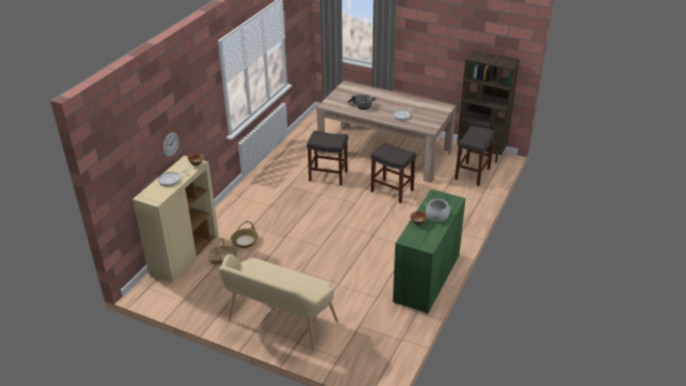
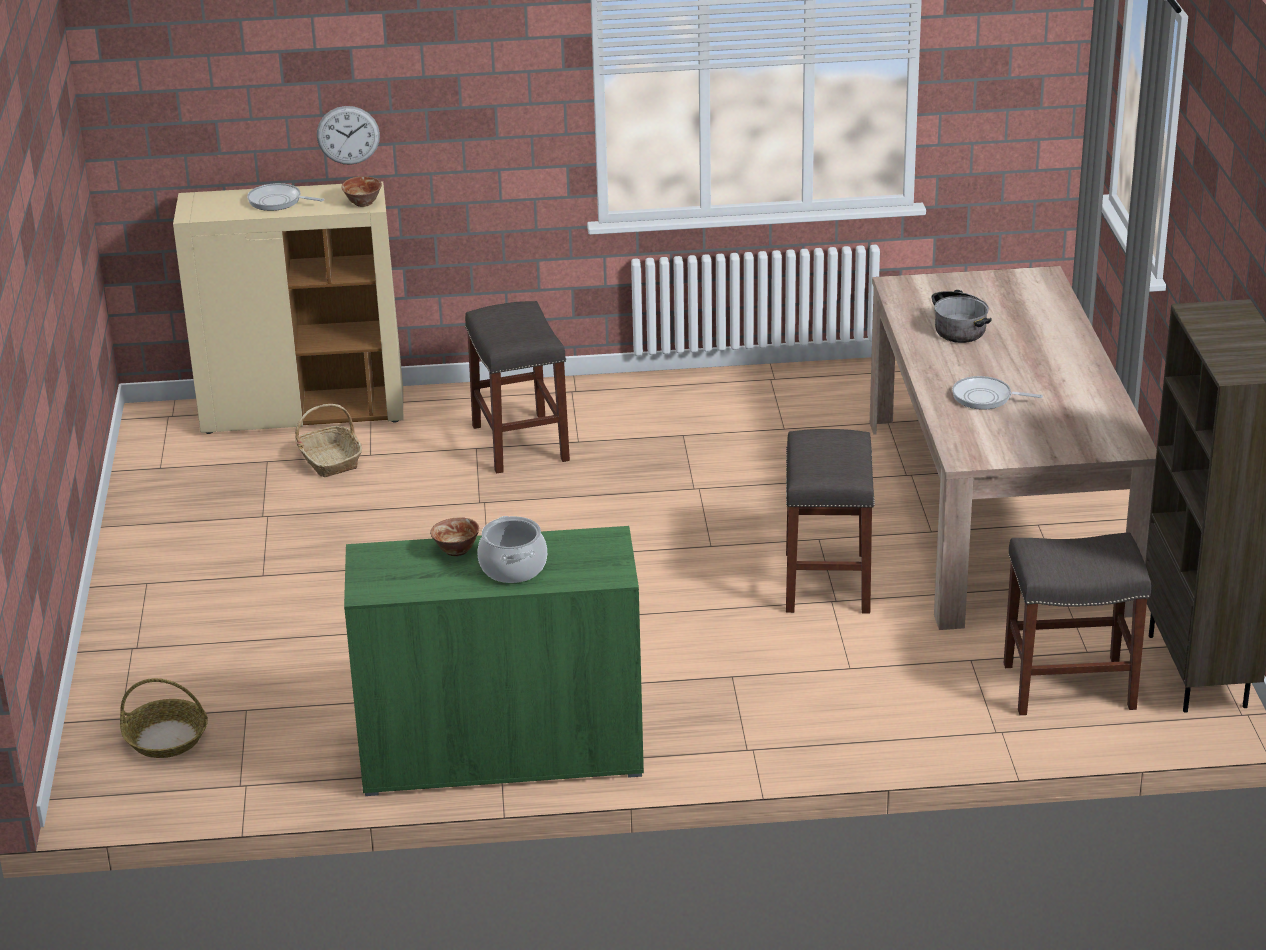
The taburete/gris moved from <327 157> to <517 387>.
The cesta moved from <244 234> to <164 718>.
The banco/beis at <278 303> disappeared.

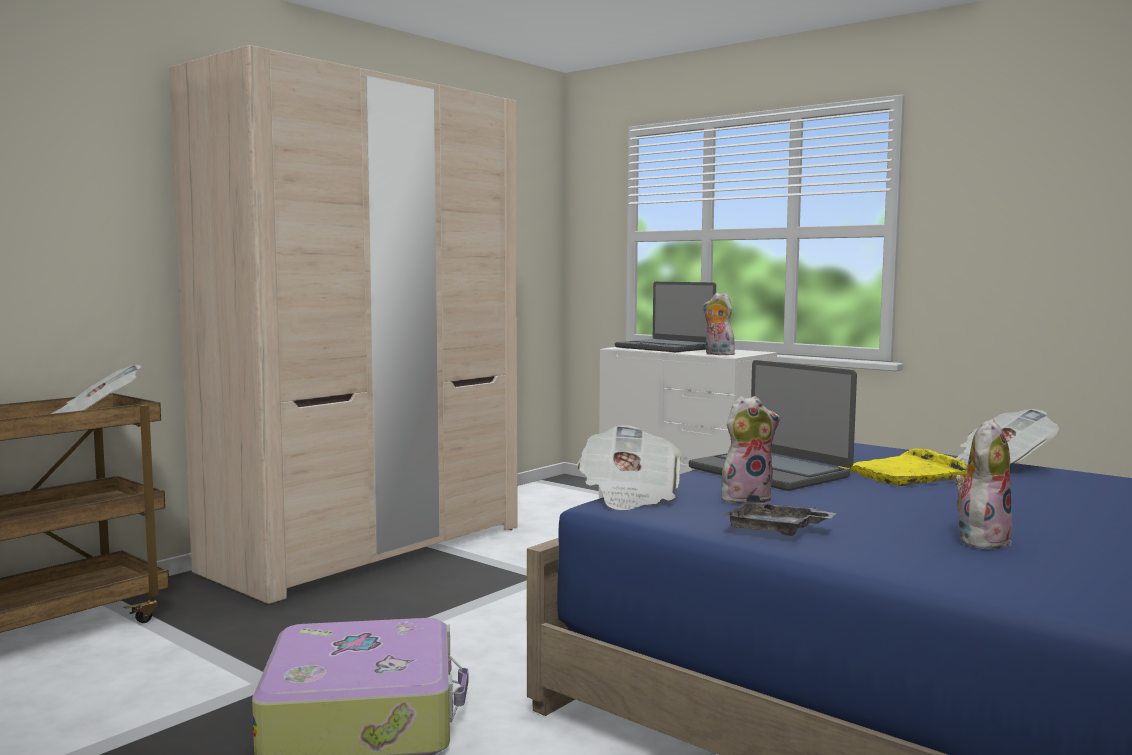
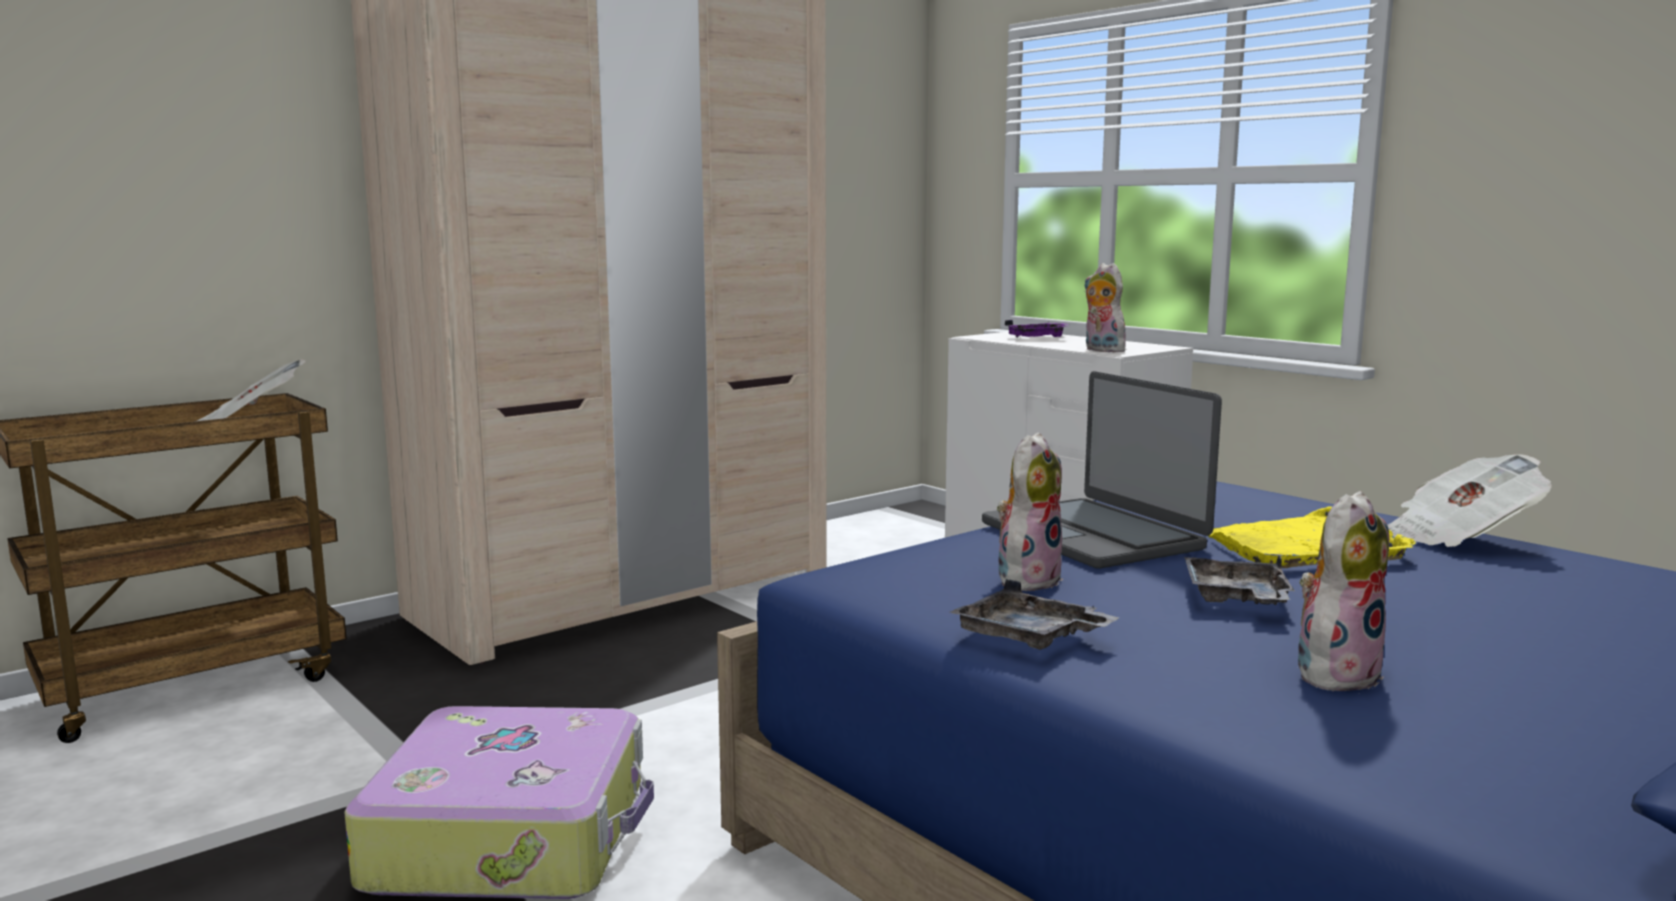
The portátil at <665 317> was replaced by the bandeja/morado at <1037 329>.
The peluche at <750 450> turned 45 degrees counterclockwise.
The periódico at <629 467> disappeared.
The bandeja/gris at <1239 580> appeared.

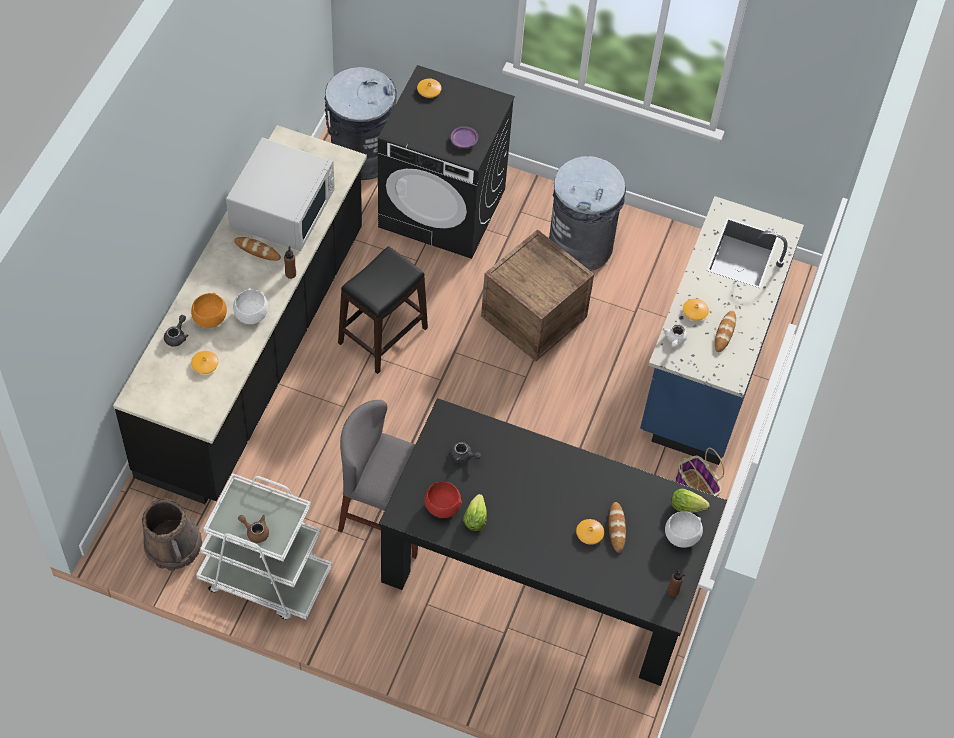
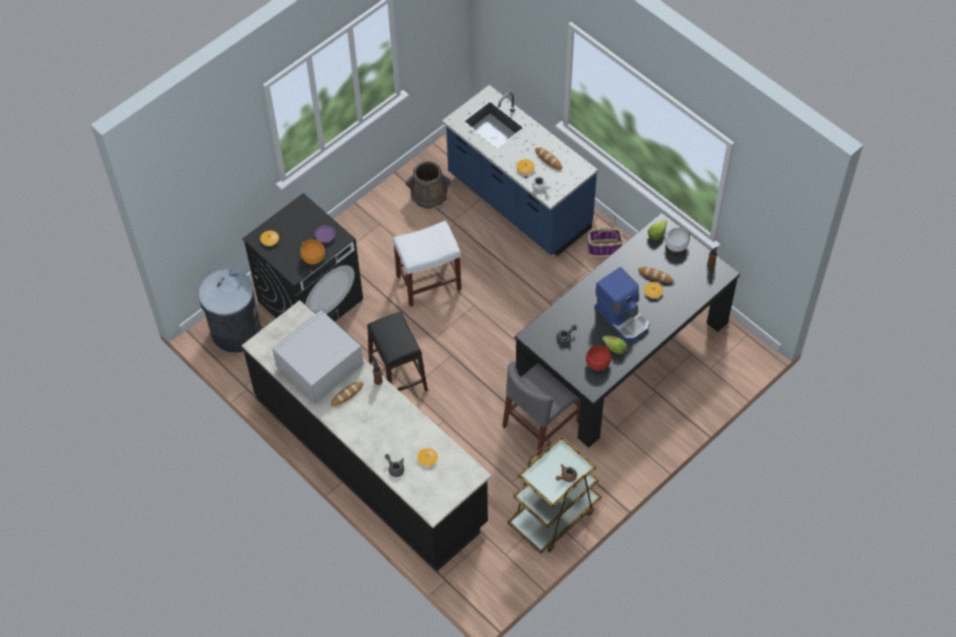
The microondas/blanco at <280 194> turned 90 degrees counterclockwise.
The papelera/gris at <587 213> disappeared.
The caja de embalaje at <537 295> was replaced by the taburete/blanco at <427 264>.
The cuenco/blanco at <250 306> disappeared.
The cuenco/naranja moved from <209 310> to <312 252>.
The carrito/blanco at <264 546> became the carrito/marrón at <554 494>.
The cubo/marrón moved from <172 534> to <428 185>.
The cafetera at <622 304> appeared.

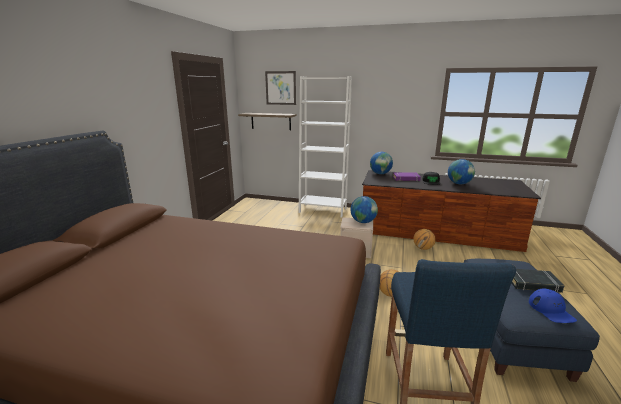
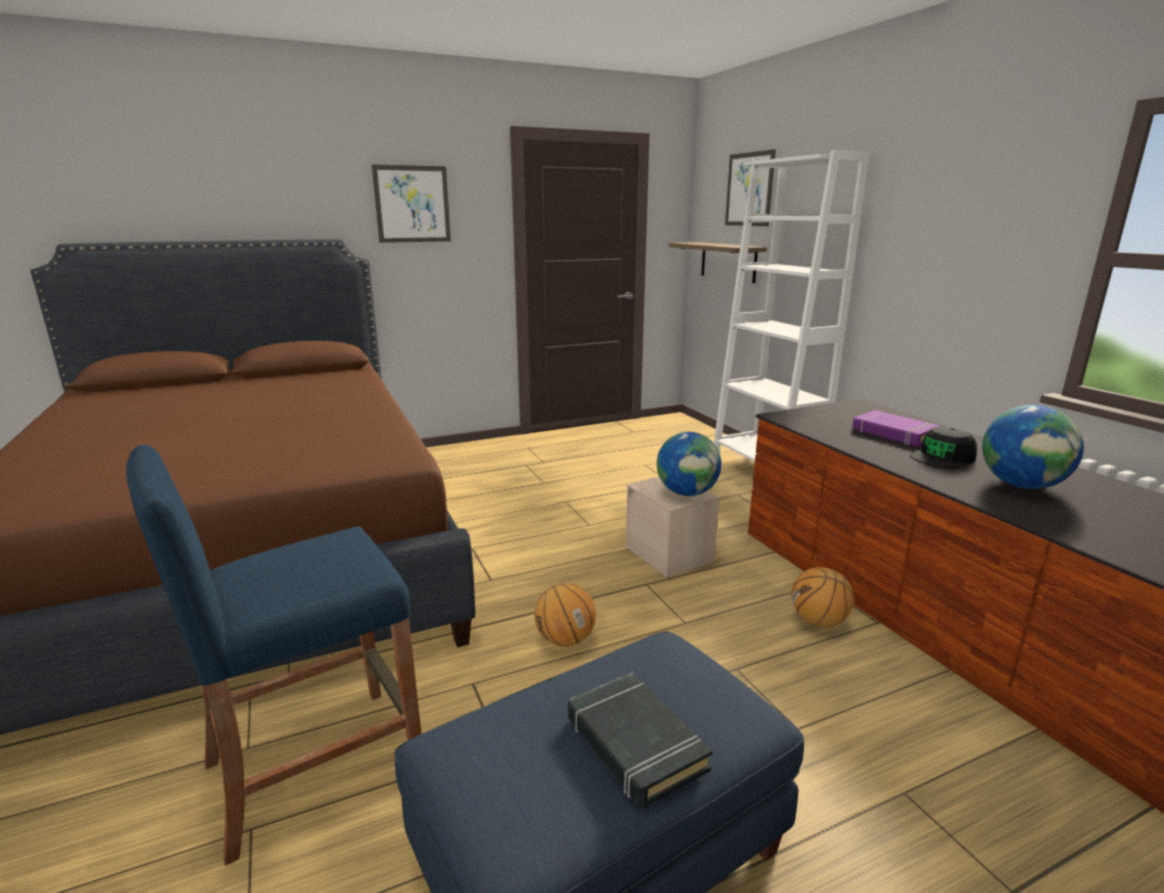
The globo terráqueo at <381 163> disappeared.
The gorra/azul at <553 306> disappeared.
The cuadro at <411 203> appeared.

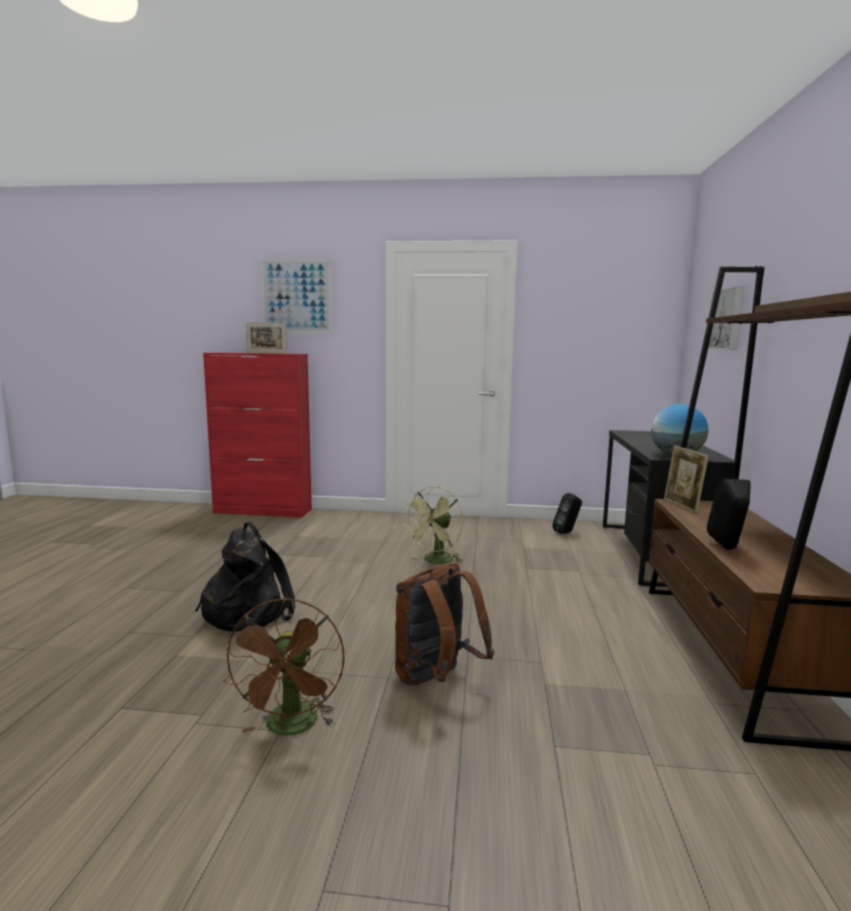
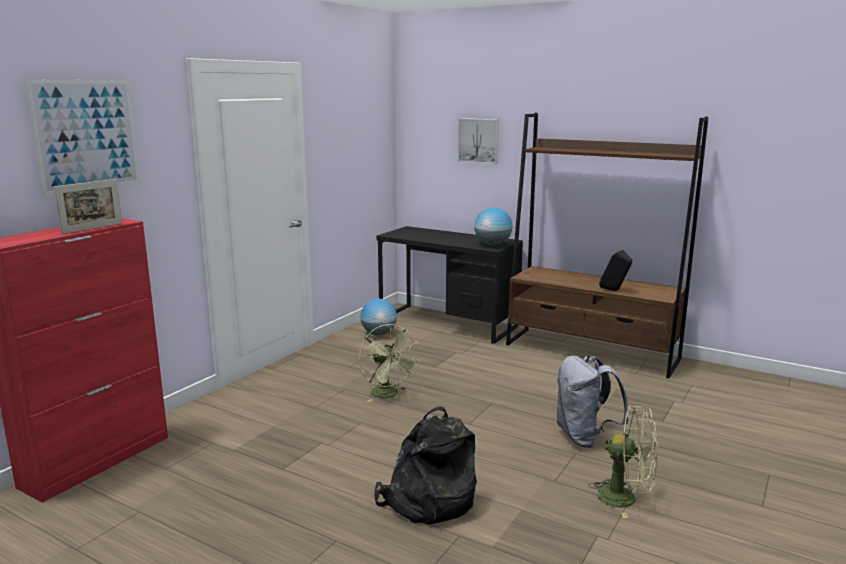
The portarretratos at <686 479> disappeared.
The altavoz/negro at <567 513> was replaced by the globo terráqueo at <378 317>.
The mochila/marrón at <444 624> became the mochila/gris at <592 401>.
The ventilador/marrón at <284 667> became the ventilador/verde at <623 461>.

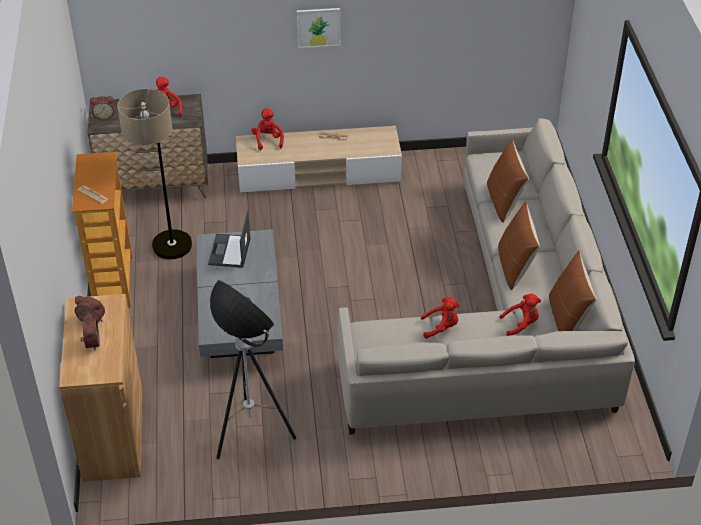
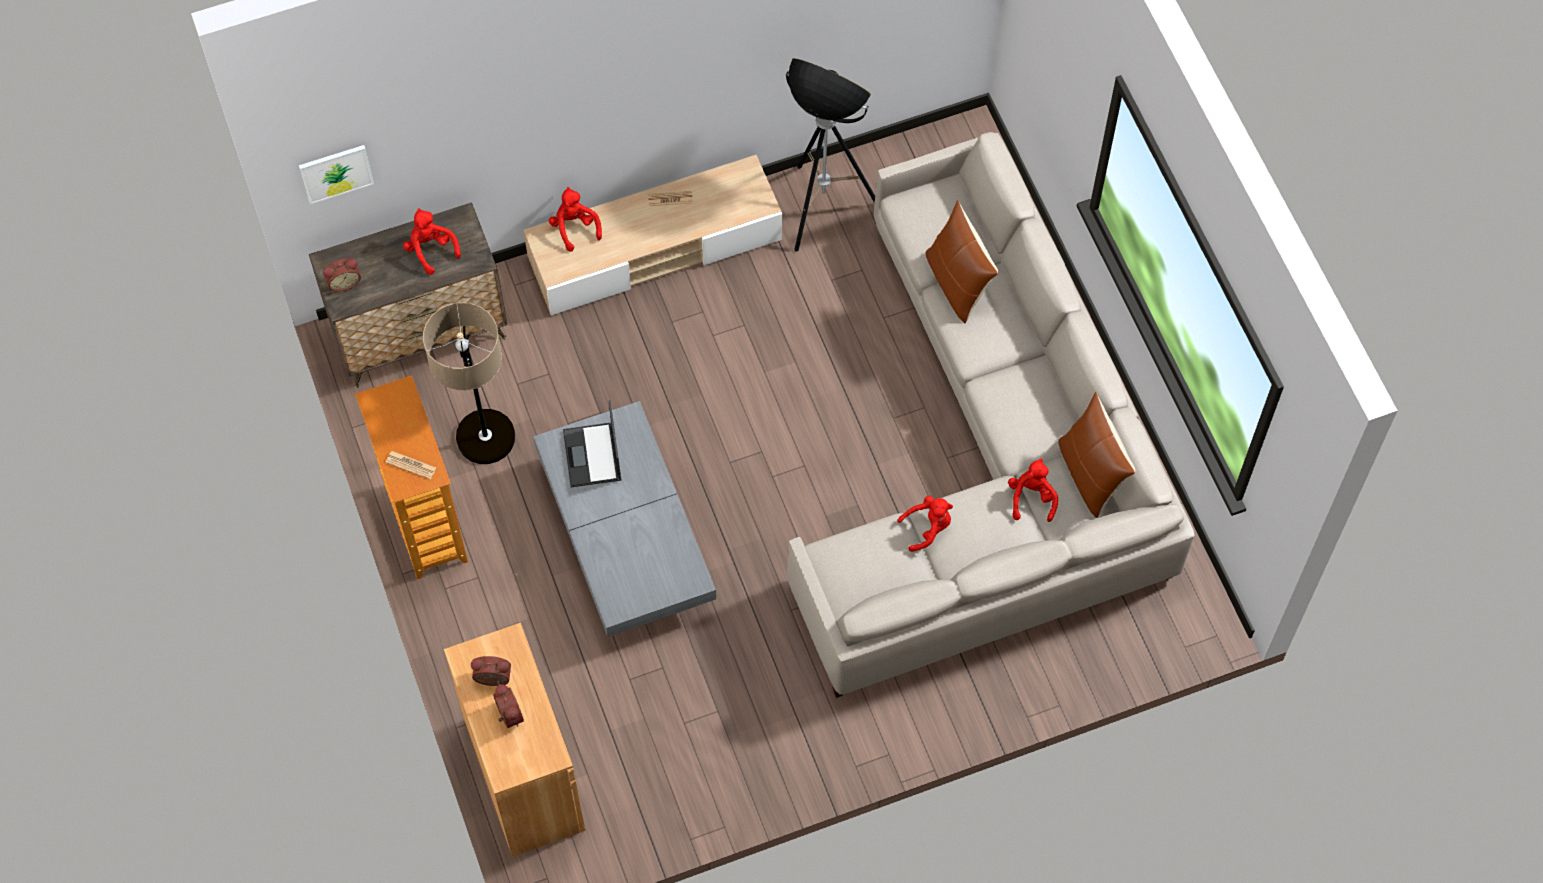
The cuadro moved from <318 28> to <336 174>.
The cojín/marrón at <519 245> disappeared.
The lámpara de pie moved from <253 369> to <830 155>.
The peluche/rojo at <520 315> turned 60 degrees counterclockwise.

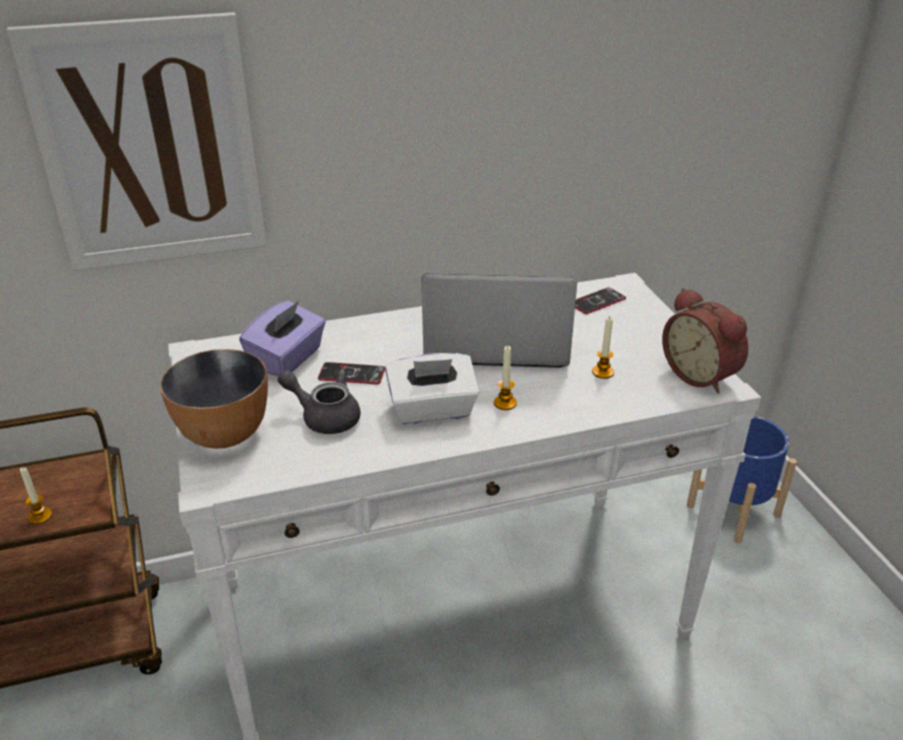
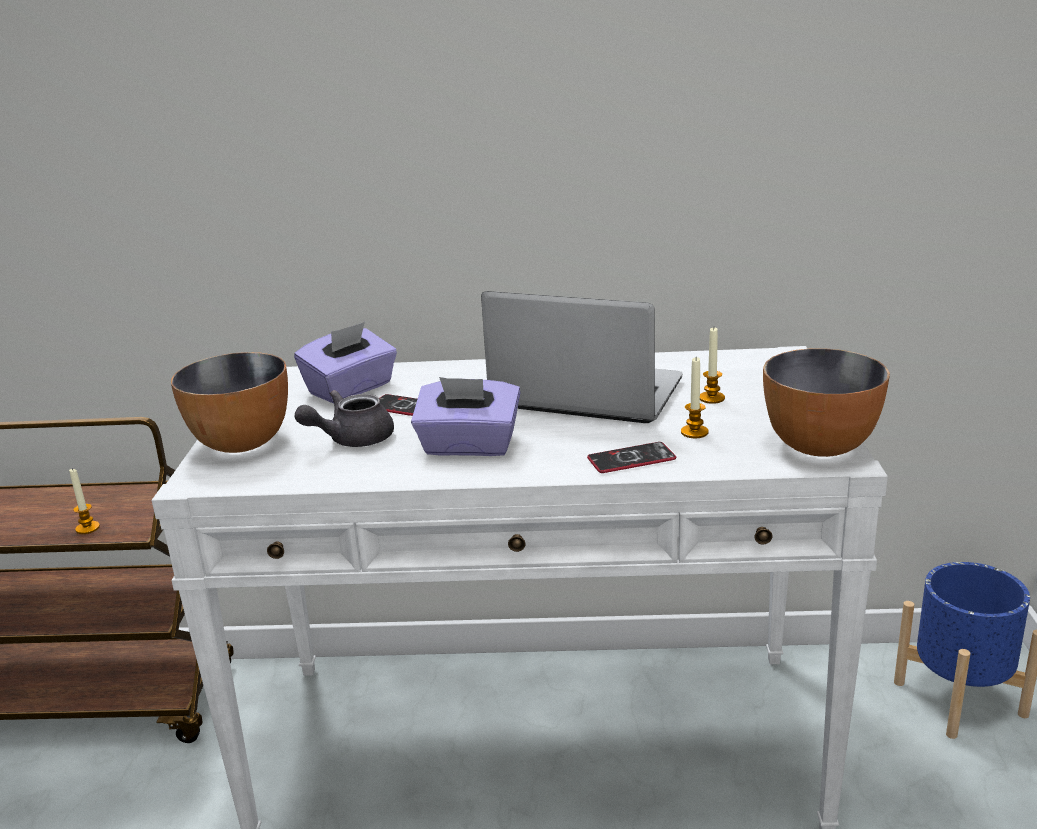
The cuadro at <136 141> disappeared.
The móvil moved from <600 300> to <631 457>.
The despertador at <705 341> was replaced by the cuenco at <826 402>.
The vela moved from <505 378> to <712 365>.
The caja de pañuelos/blanco at <432 389> became the caja de pañuelos/morado at <466 416>.
The tetera/gris at <319 402> turned 75 degrees counterclockwise.

